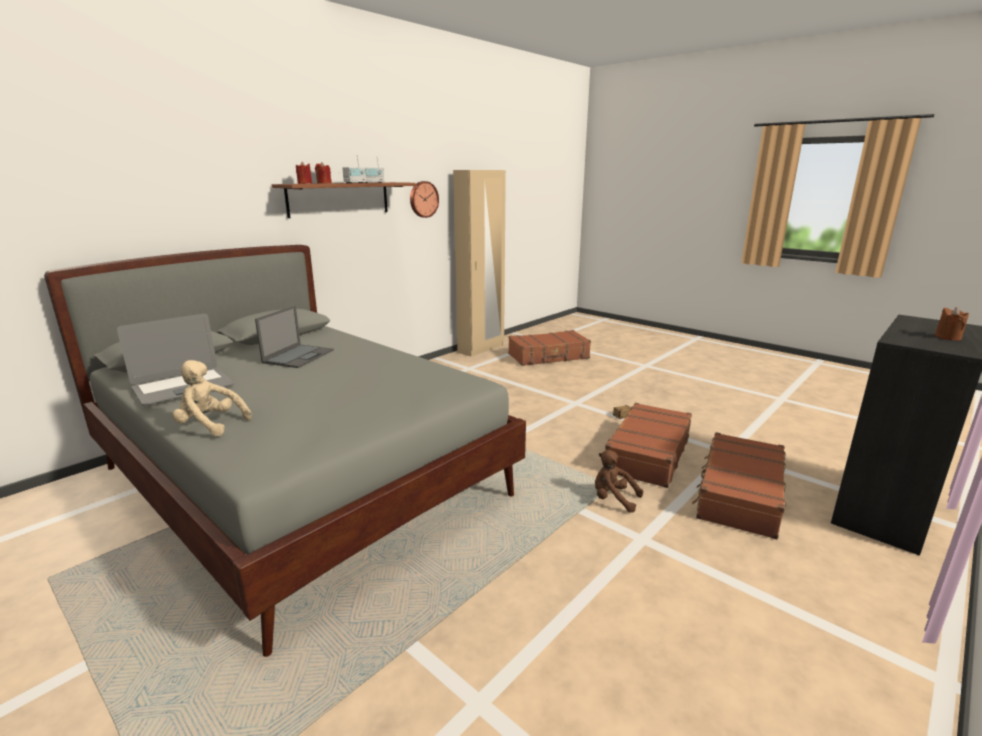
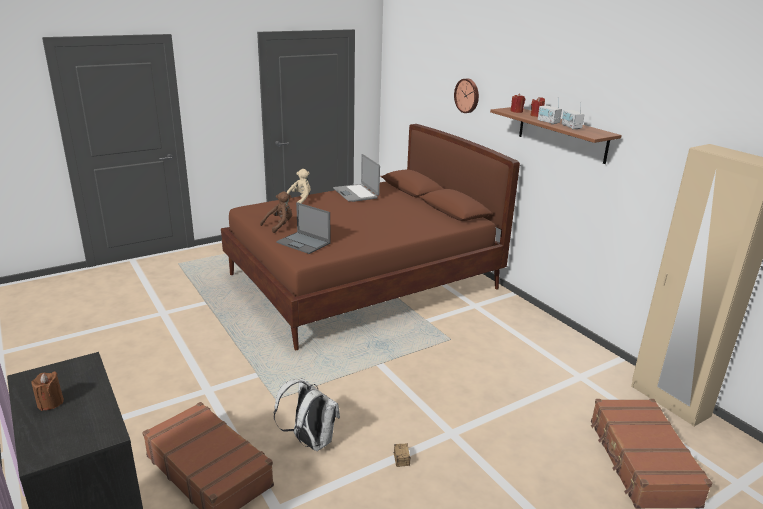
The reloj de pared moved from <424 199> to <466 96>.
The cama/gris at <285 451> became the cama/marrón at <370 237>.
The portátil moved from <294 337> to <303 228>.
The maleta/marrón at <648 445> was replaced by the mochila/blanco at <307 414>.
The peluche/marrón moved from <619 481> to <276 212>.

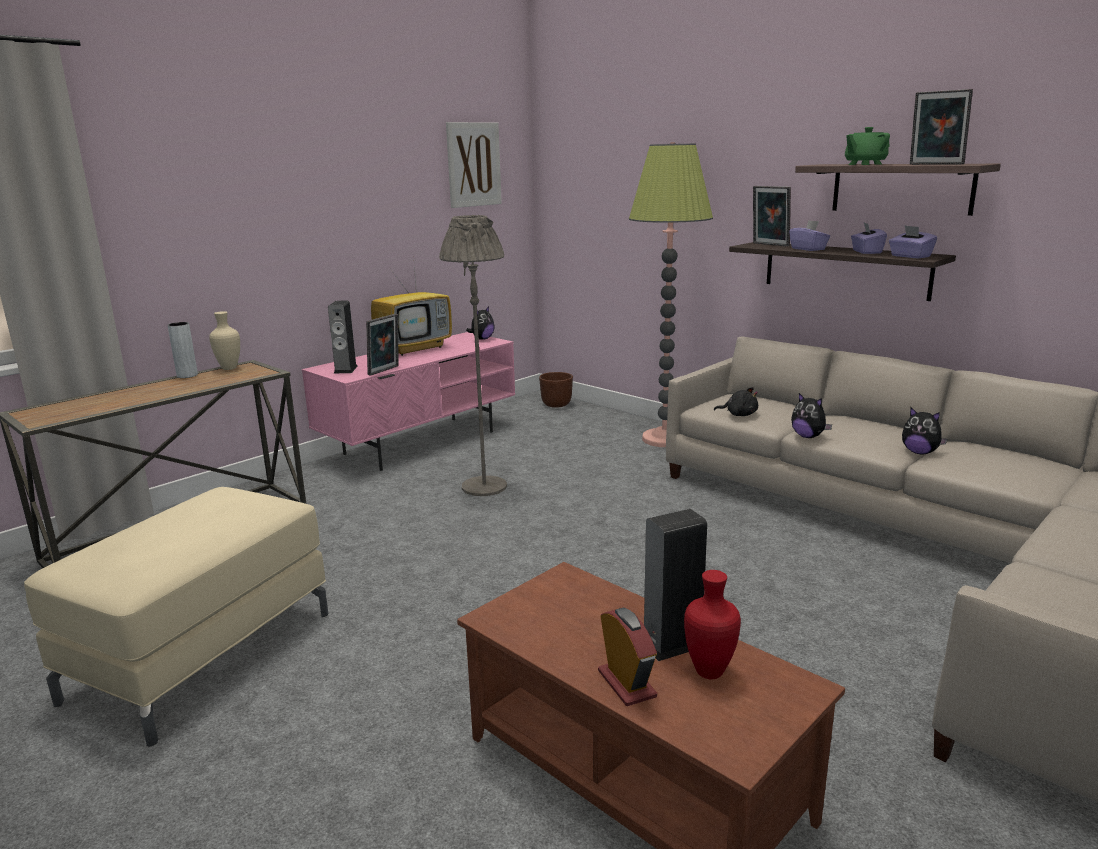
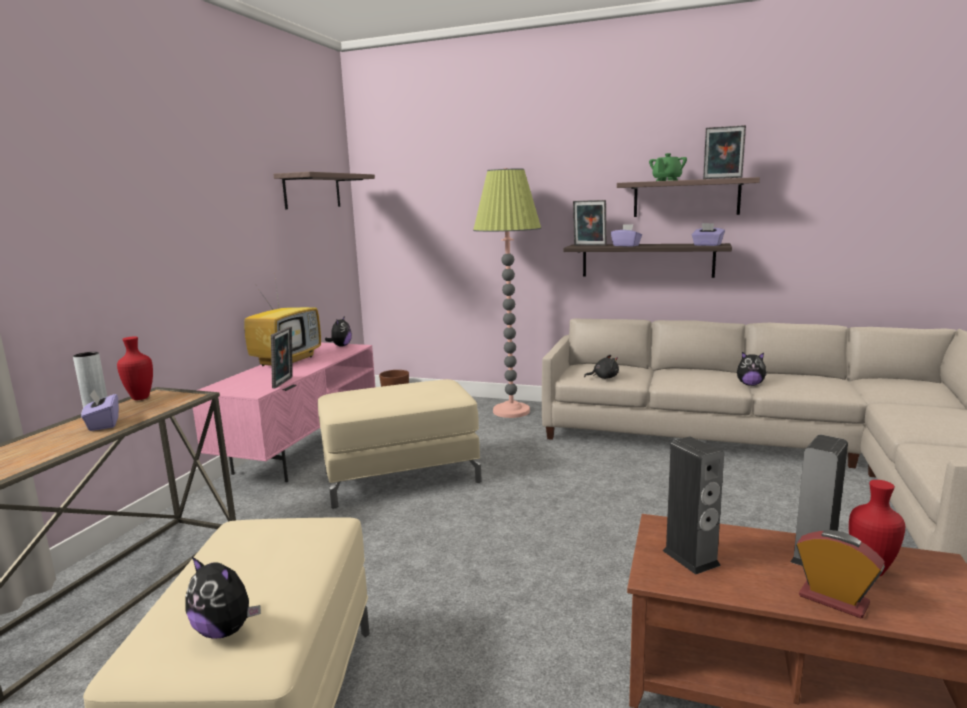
The cuadro at <474 165> was replaced by the estante at <324 190>.
The lámpara de pie/gris at <473 355> was replaced by the puf/beis at <400 443>.
The caja de pañuelos/morado moved from <869 238> to <100 410>.
The altavoz moved from <343 337> to <693 506>.
The florero/beis at <224 340> became the florero/rojo at <135 368>.
The peluche moved from <811 415> to <223 598>.

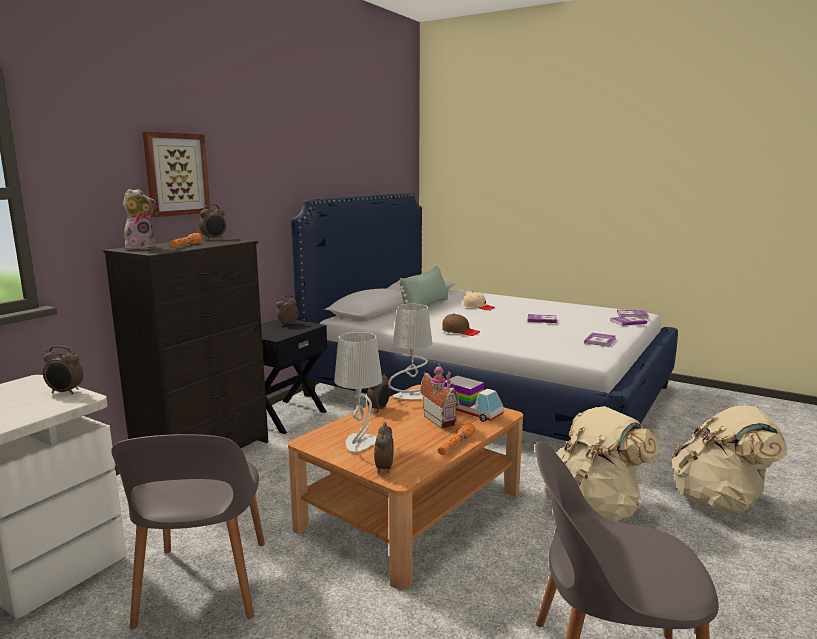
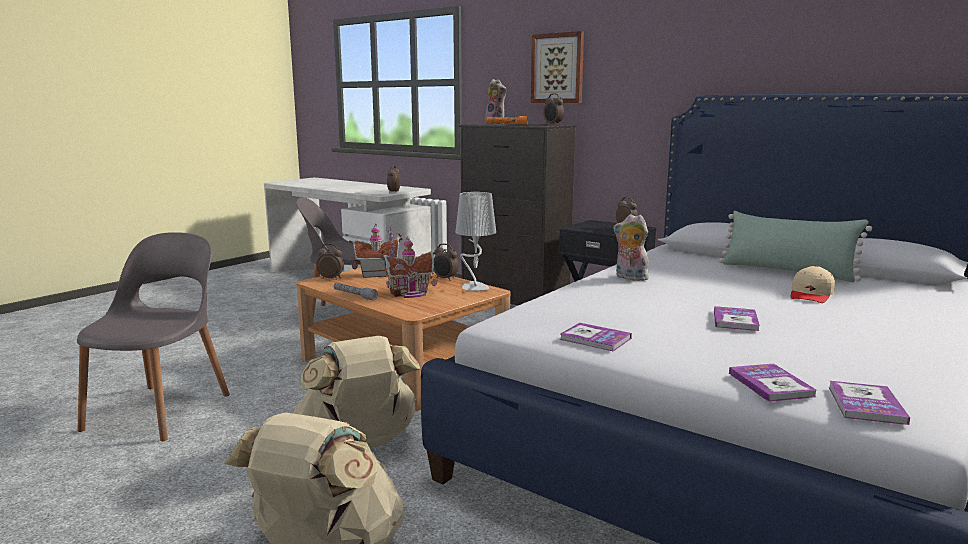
The gorra/marrón at <461 325> was replaced by the peluche at <631 247>.
The lámpara de mesa/gris at <358 392> was replaced by the casita at <375 251>.
The camión de juguete at <474 399> disappeared.
The linterna/naranja at <456 439> became the linterna/gris at <356 292>.

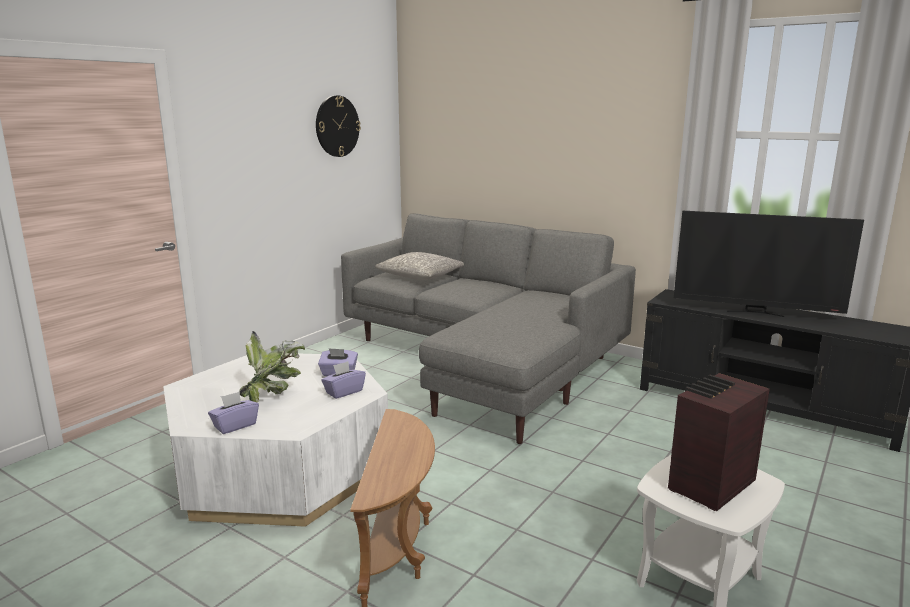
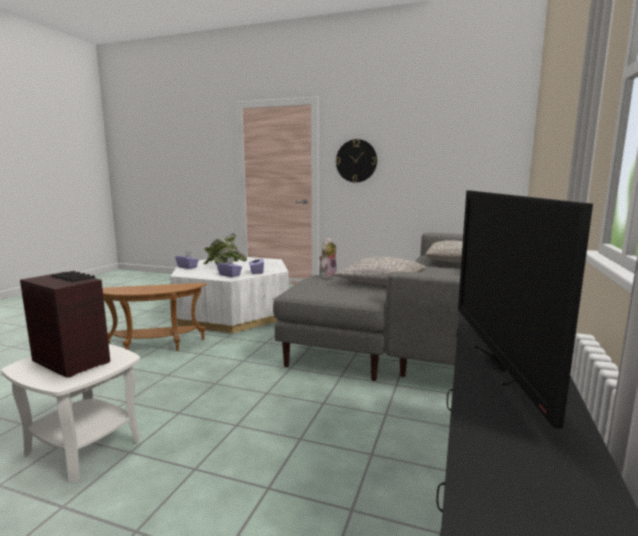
The reloj de pared moved from <338 126> to <356 161>.
The peluche at <327 258> appeared.
The cojín/gris at <380 271> appeared.

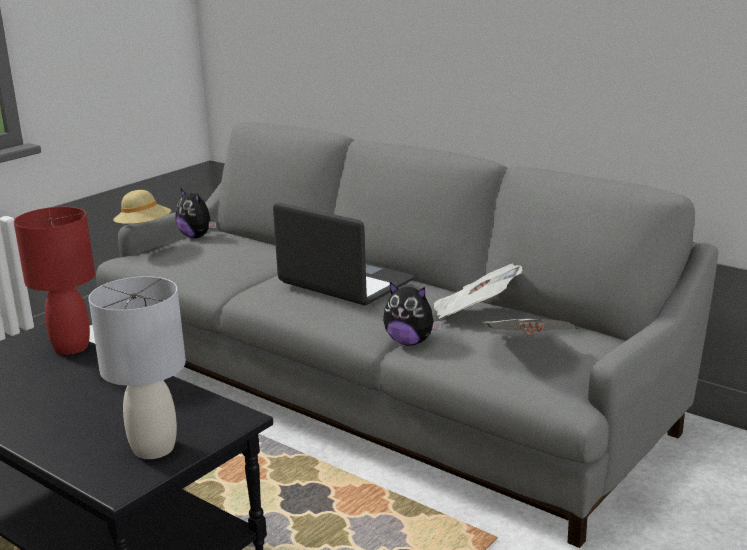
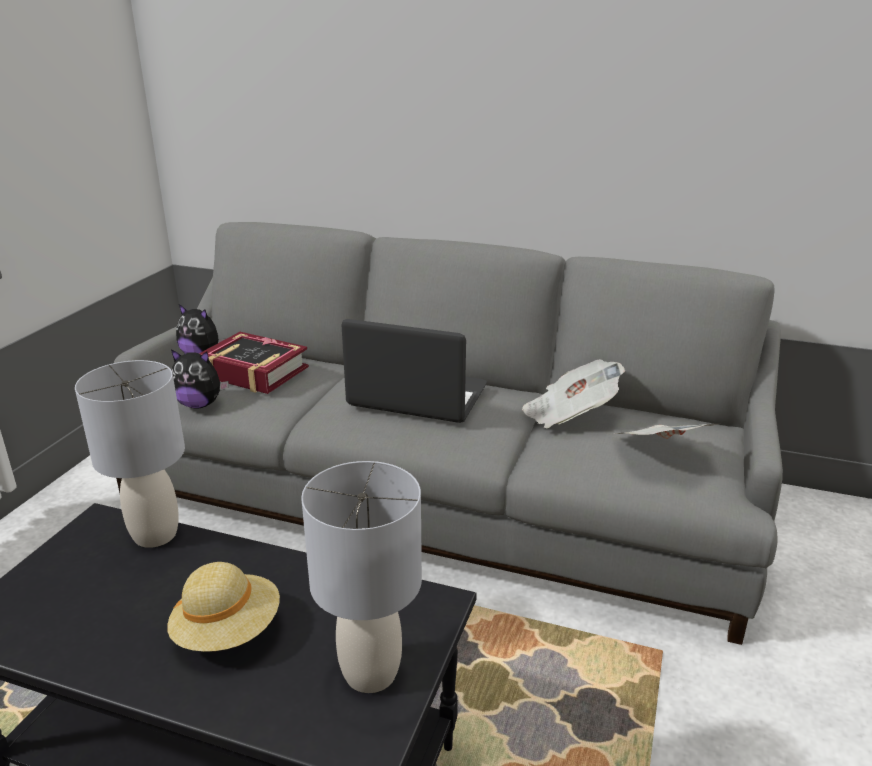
The sombrero/beis moved from <142 207> to <223 607>.
The lámpara de mesa/rojo at <54 281> became the lámpara de mesa/gris at <130 454>.
The peluche moved from <412 313> to <199 378>.
The libro at <254 363> appeared.

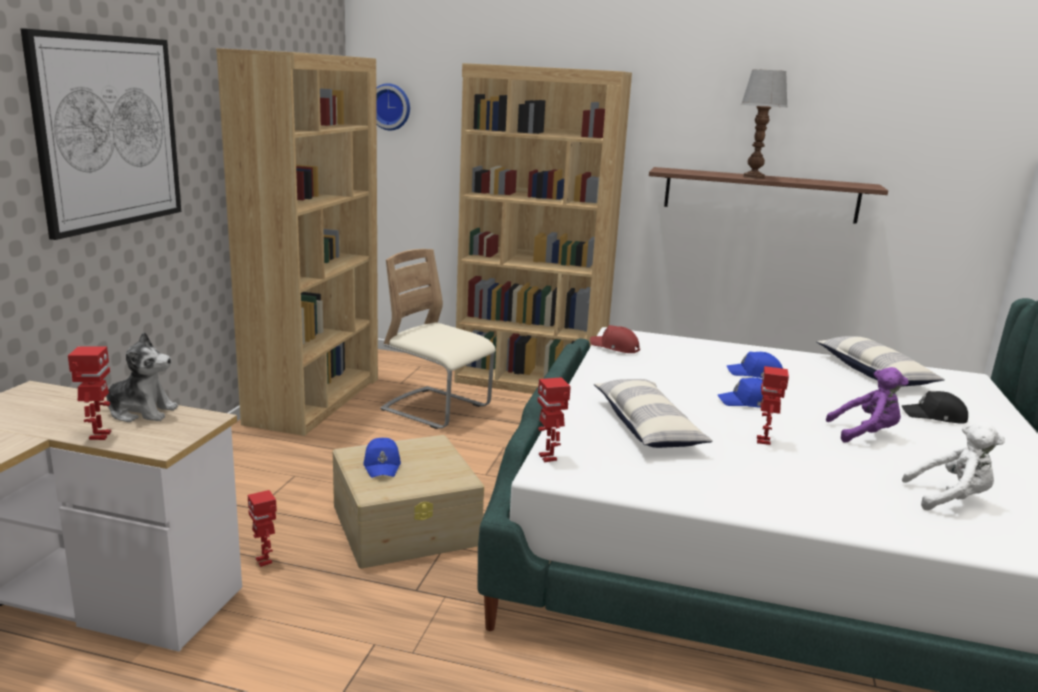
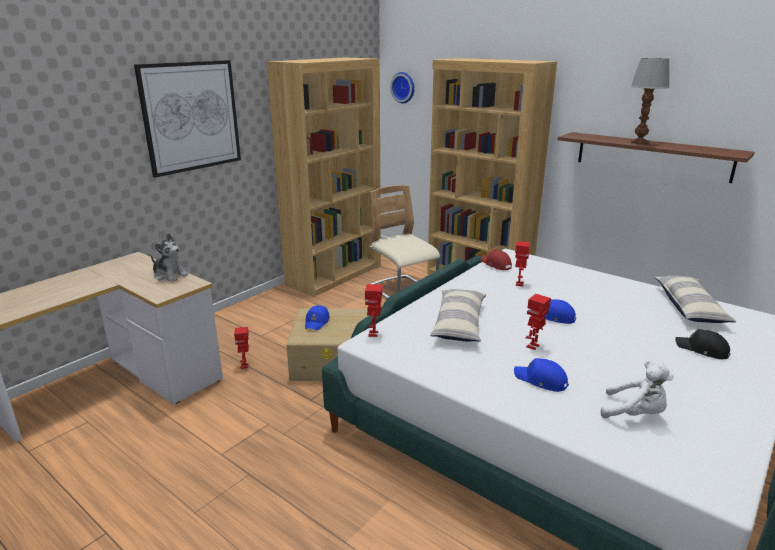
The robot de juguete moved from <90 393> to <522 264>.
The gorra/azul moved from <755 365> to <541 375>.
The peluche/morado at <867 405> disappeared.

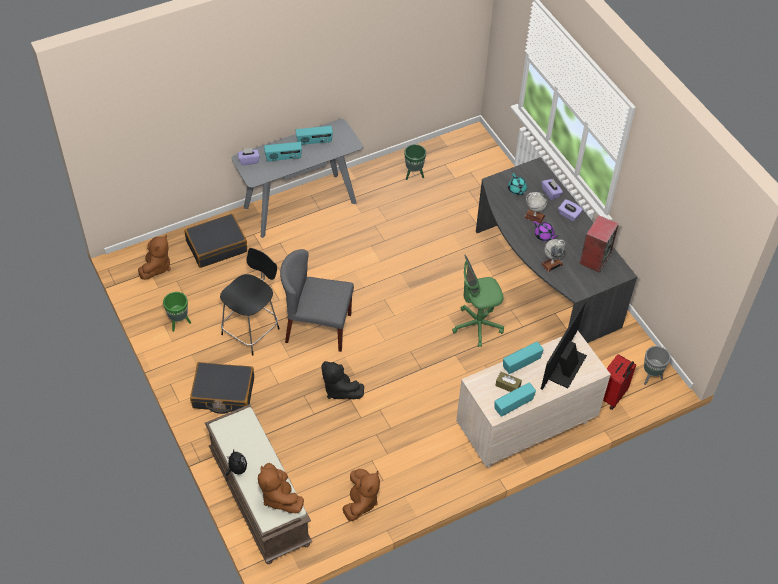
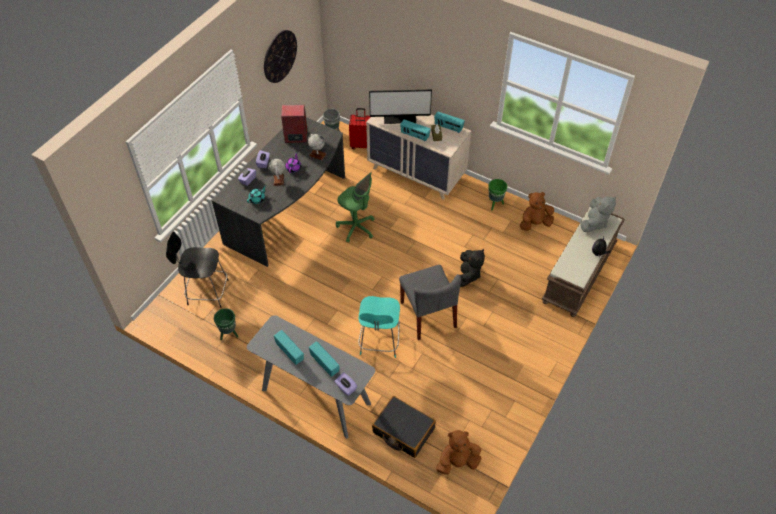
The silla/negro moved from <250 301> to <197 269>.
The maceta/verde moved from <177 312> to <498 195>.
The maleta/negro at <222 388> disappeared.
The peluche/marrón at <281 488> became the peluche/gris at <598 214>.
The reloj de pared at <280 56> appeared.
The silla/turquesa at <379 327> appeared.

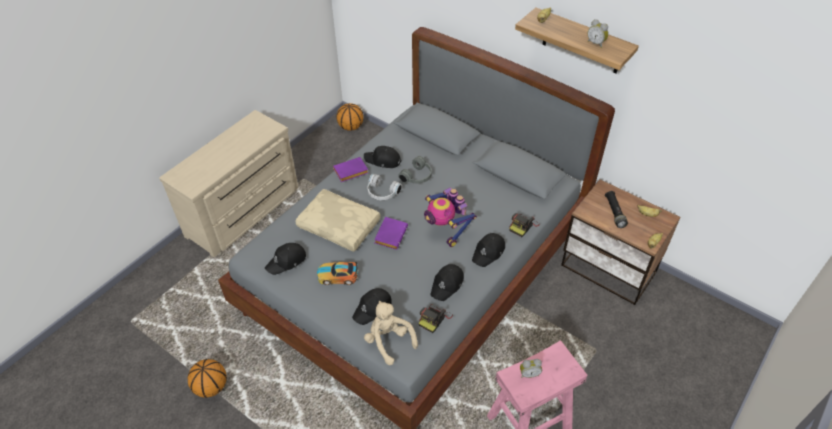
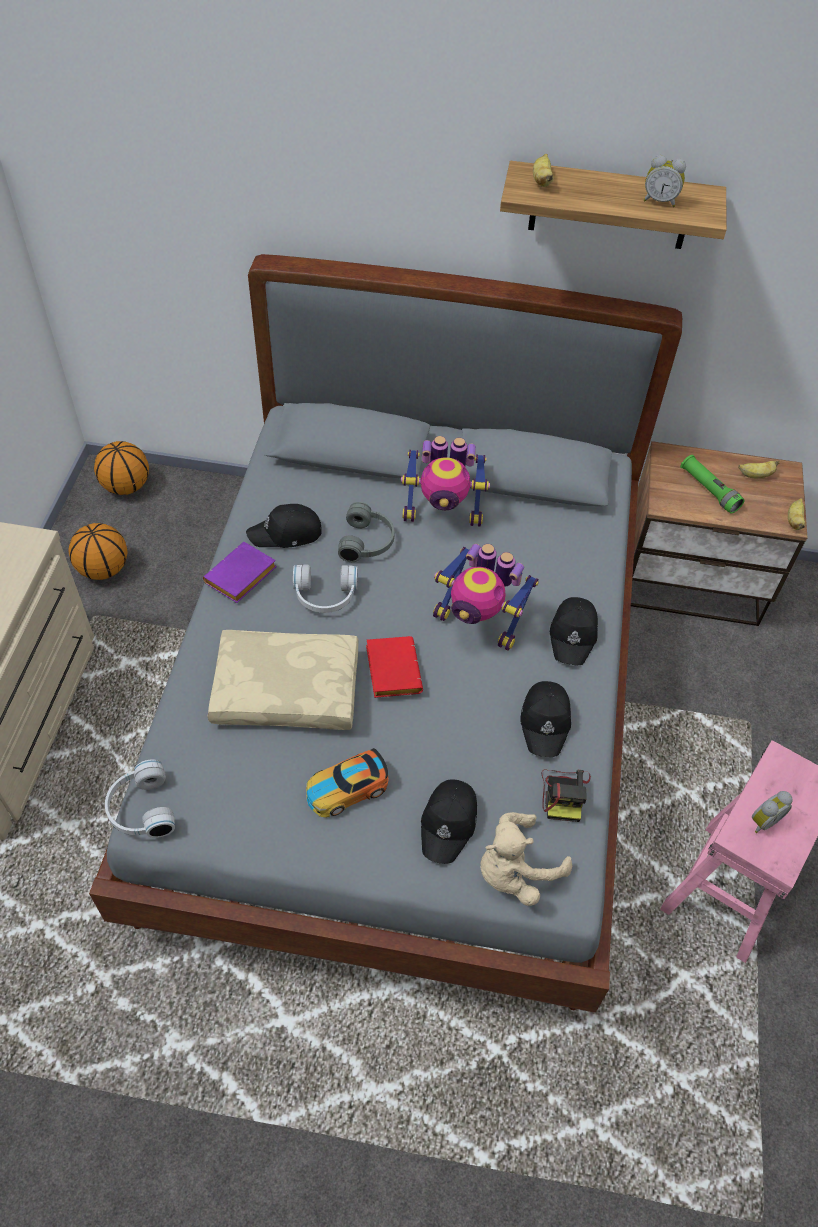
The linterna/negro at <616 209> became the linterna/verde at <712 484>.
The cámara at <524 225> disappeared.
The libro/morado at <391 233> became the libro/rojo at <394 667>.
The gorra/negro at <285 259> disappeared.
The peluche/beis at <391 333> turned 60 degrees counterclockwise.
The balón de baloncesto moved from <207 378> to <98 551>.
The robot de juguete at <445 481> appeared.
The auriculares/blanco at <140 798> appeared.

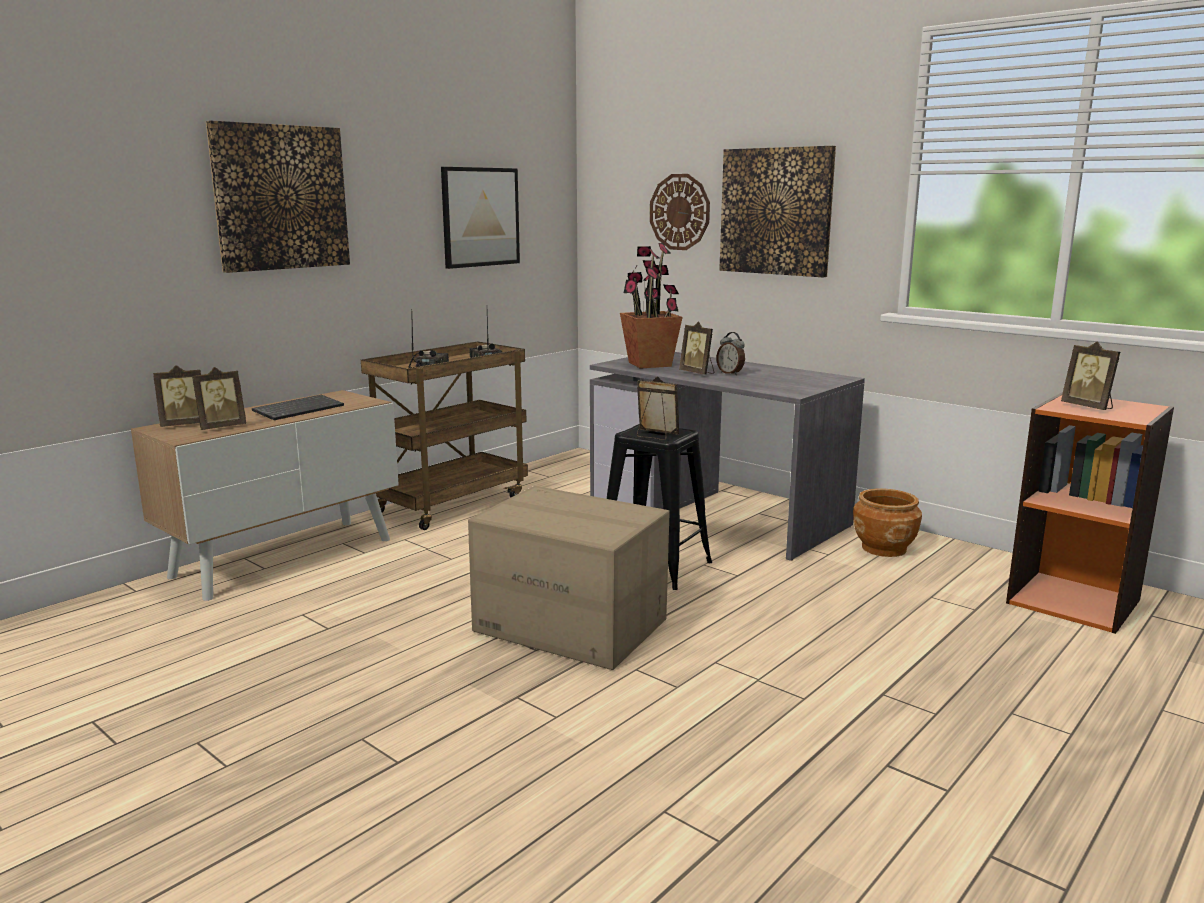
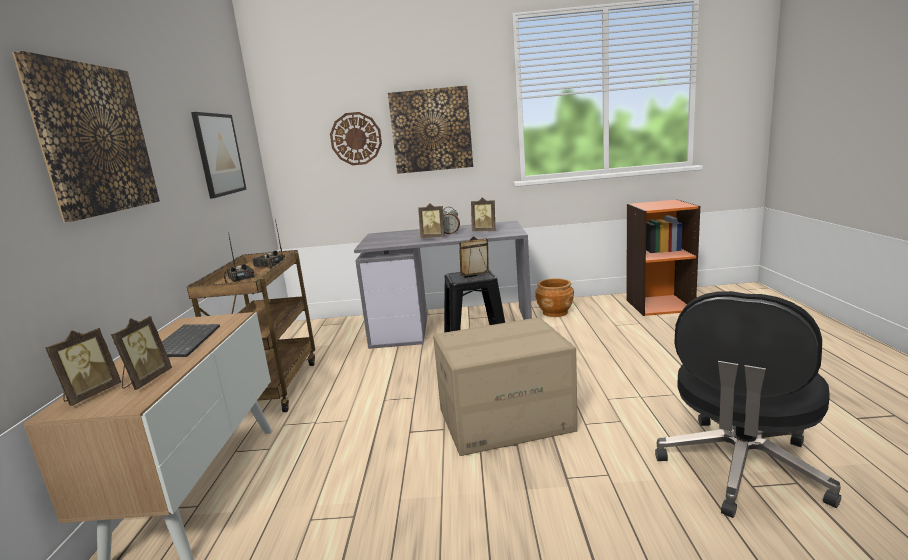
The planta en maceta at <651 306> disappeared.
The portarretratos moved from <1090 376> to <483 214>.
The silla de oficina/negro at <748 404> appeared.

